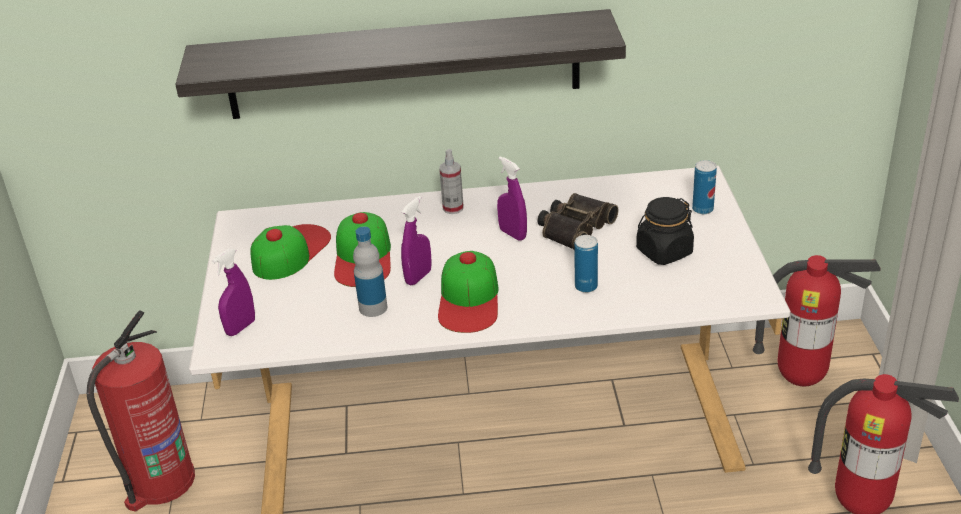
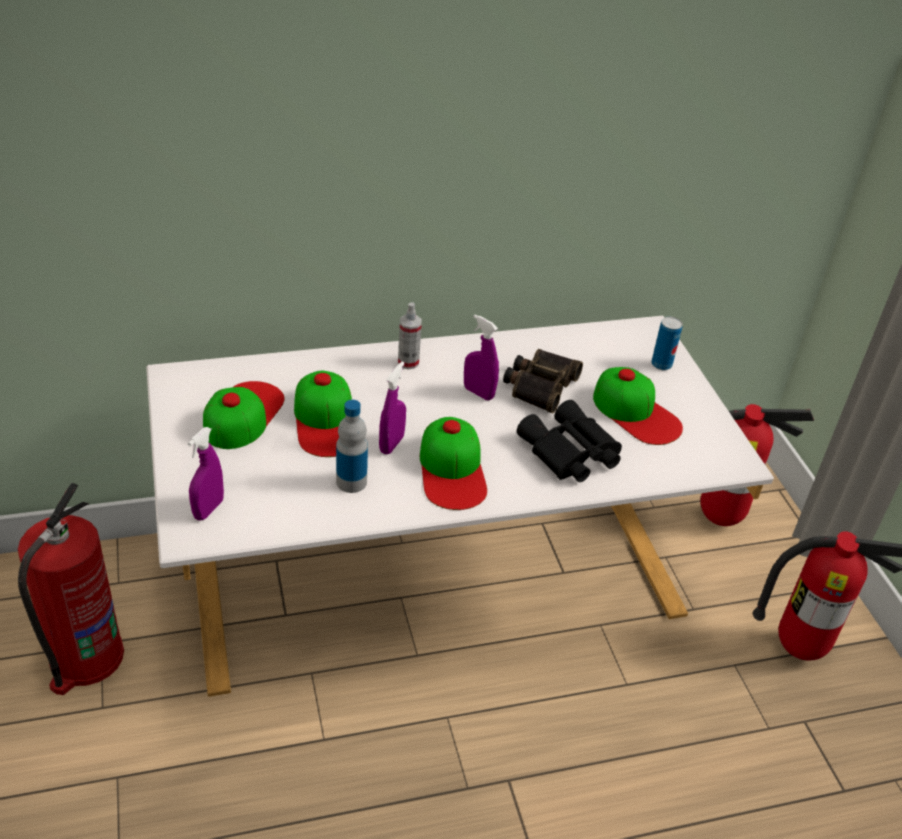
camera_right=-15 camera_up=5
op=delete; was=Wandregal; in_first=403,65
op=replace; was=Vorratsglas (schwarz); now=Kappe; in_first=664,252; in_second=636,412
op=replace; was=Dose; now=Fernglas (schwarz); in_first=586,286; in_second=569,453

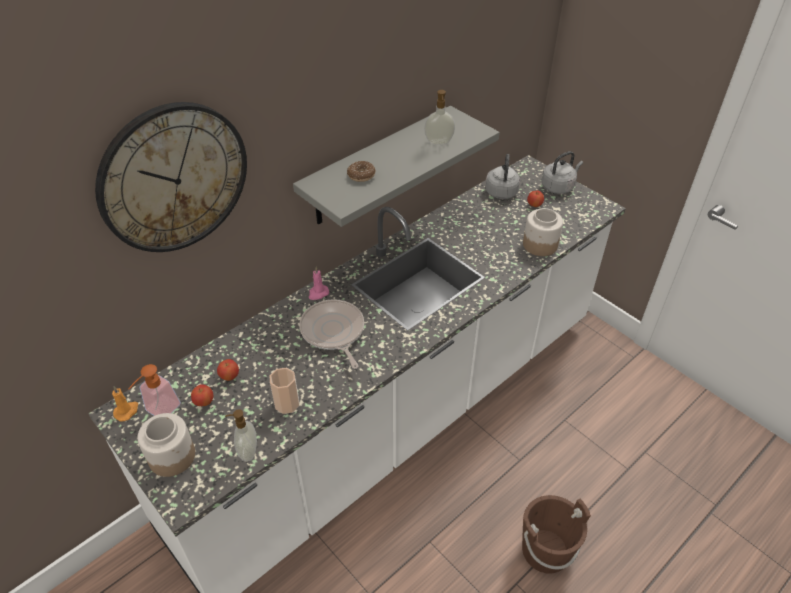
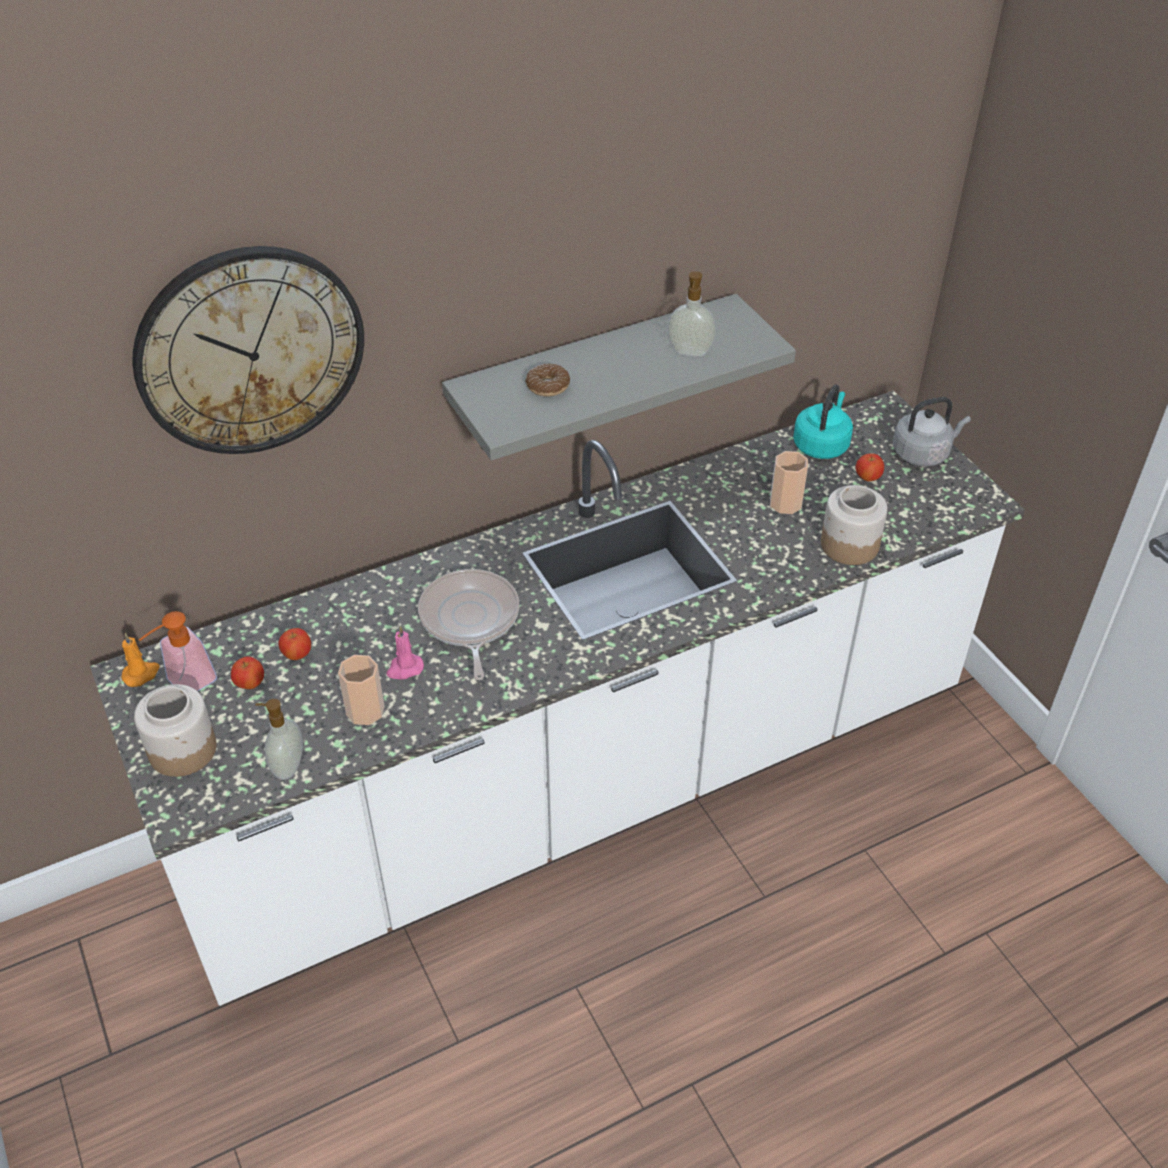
camera_right=15 camera_up=0
op=recolor; was=Wasserkessel (grau); now=Wasserkessel (türkis); in_first=501,191; in_second=821,444
op=move; was=Kerze (rosa); in_first=318,293; in_second=404,669
op=delete; was=Eimer (braun); in_first=545,550
op=insert; now=Tasse; in_second=785,503

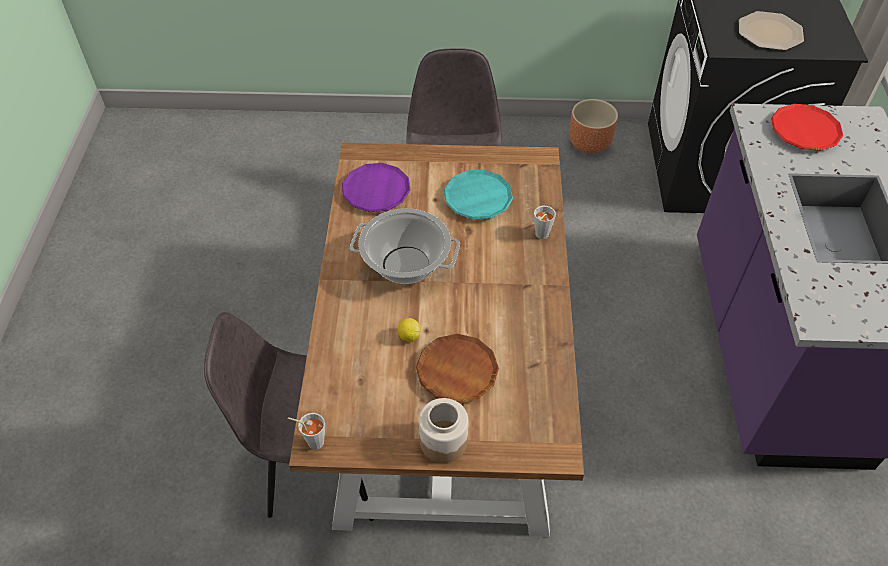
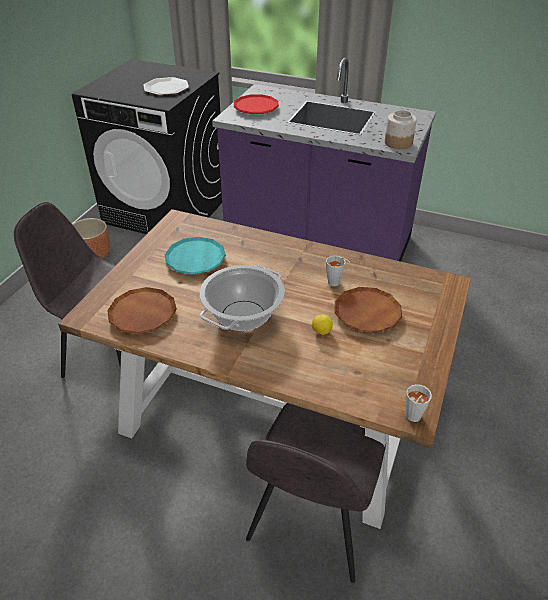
camera_right=-70 camera_up=-10
op=recolor; was=Teller (lila); now=Teller (braun); in_first=376,191; in_second=143,314
op=move; was=Tasse (grau); in_first=540,236; in_second=335,284
op=move; was=Vorratsglas; in_first=443,441; in_second=398,143

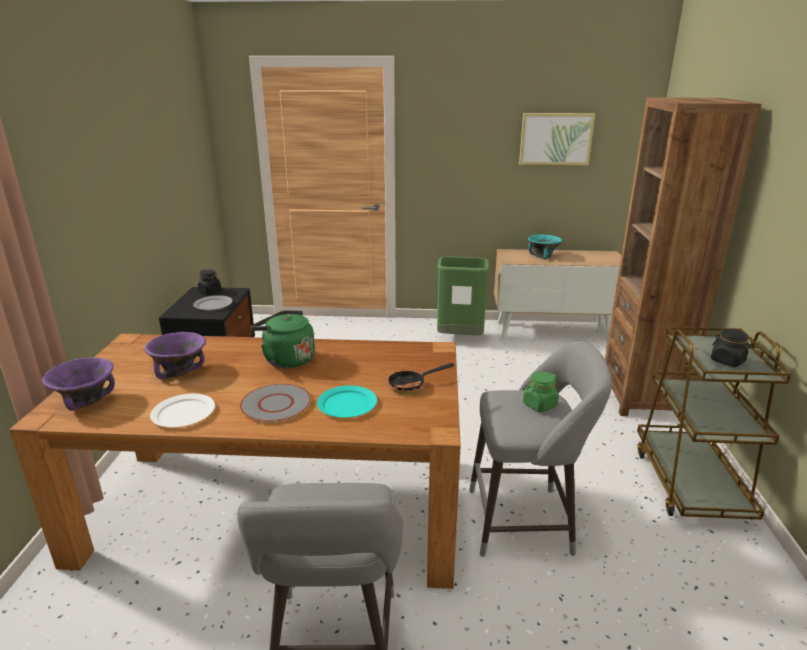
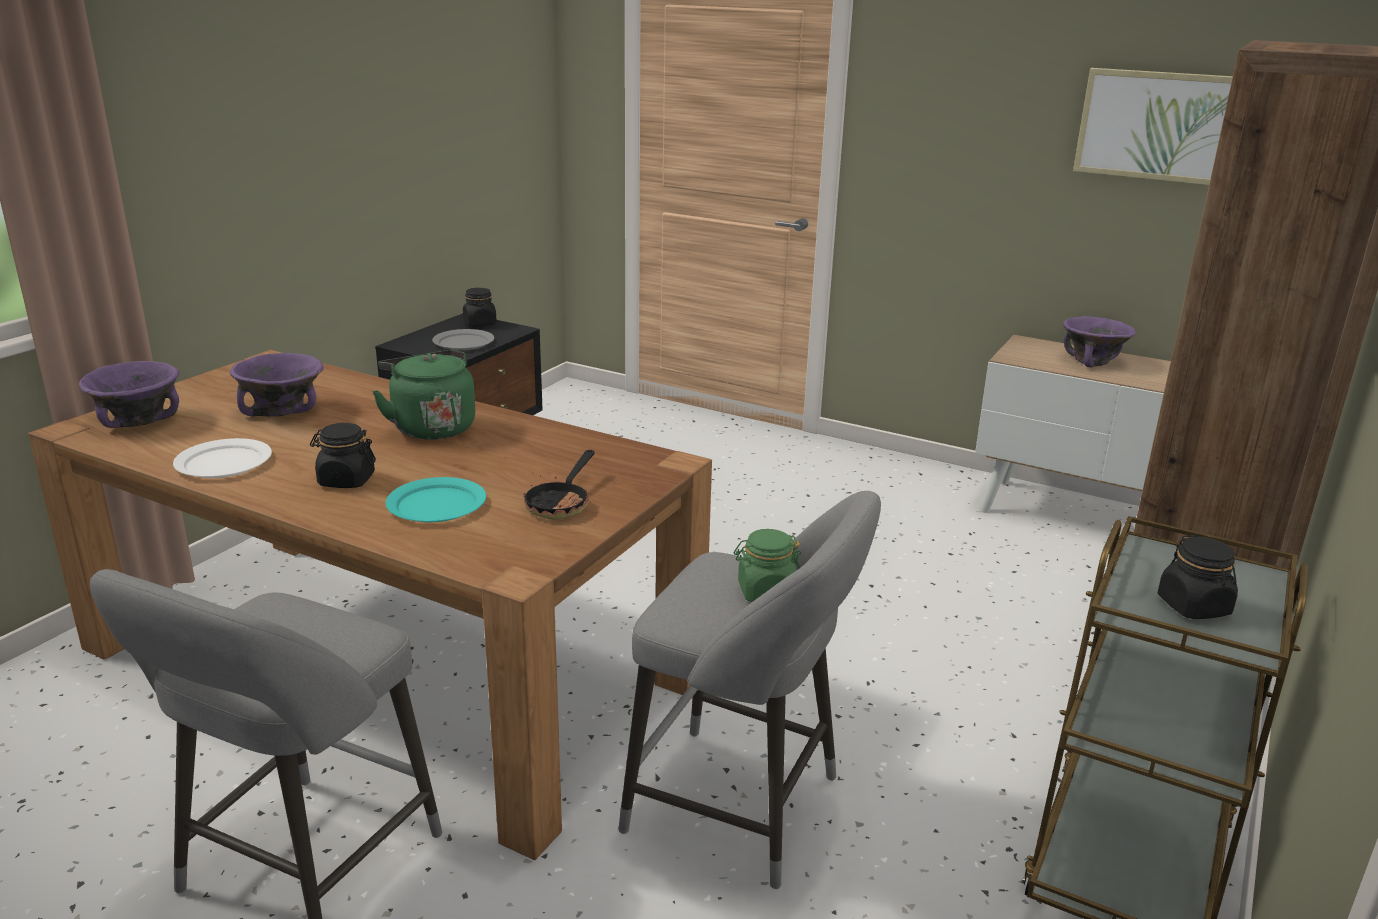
camera_right=25 camera_up=0
op=recolor; was=Schüssel (türkis); now=Schüssel (lila); in_first=543,256; in_second=1092,361
op=delete; was=Mülleimer (grün); in_first=460,338
op=rotate; was=Pfanne; in_first=412,385; in_second=561,503; clockwise=-75
op=replace; was=Teller (grau); now=Vorratsglas (schwarz); in_first=276,404; in_second=346,480

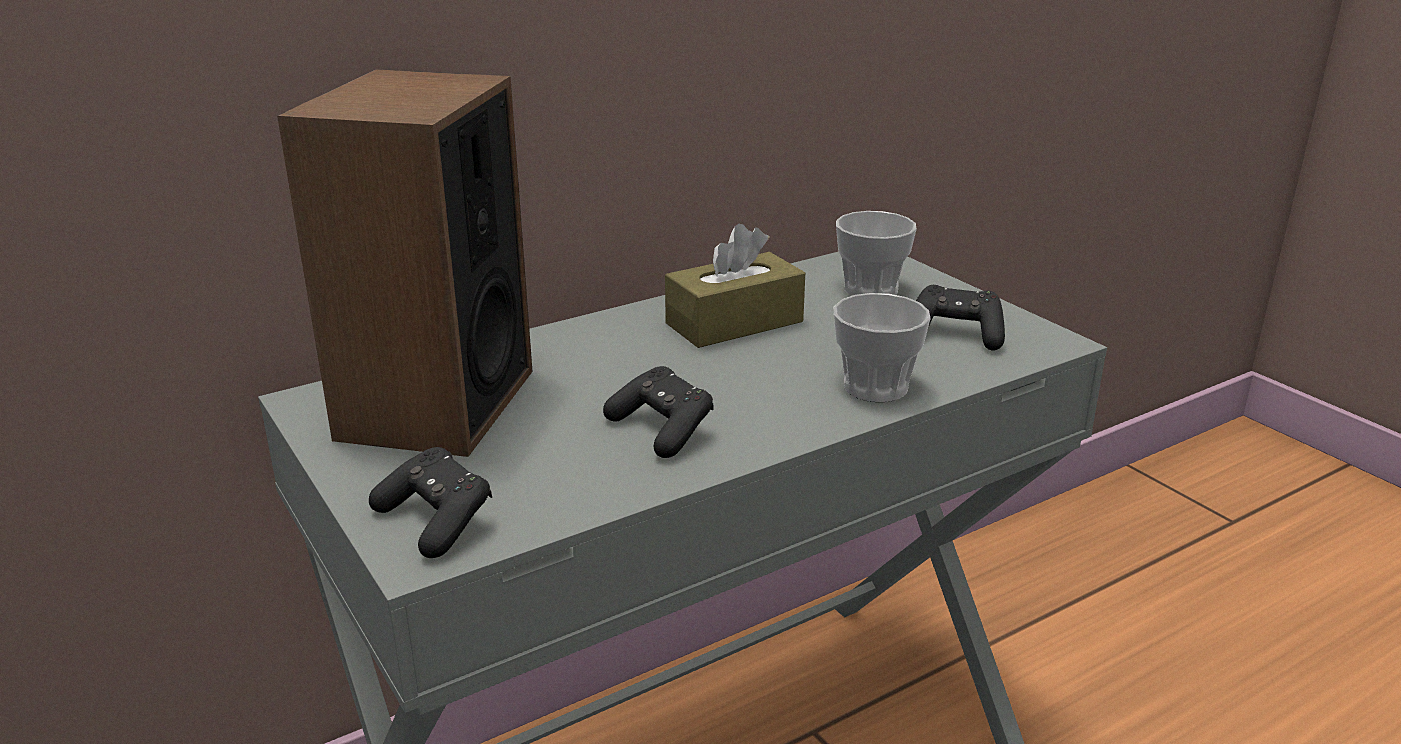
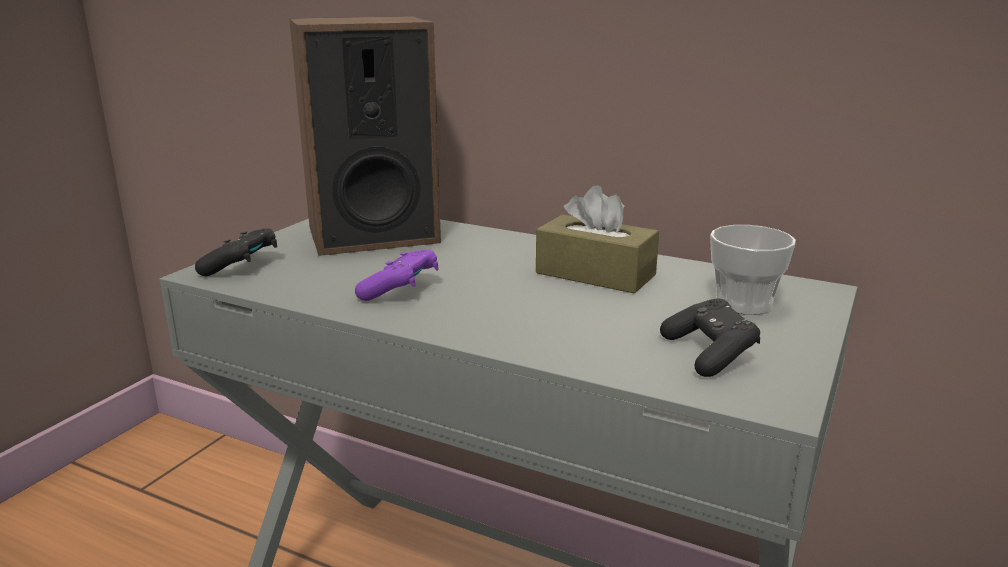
camera_right=60 camera_up=-5
op=delete; was=Tasse; in_first=875,387
op=recolor; was=Gamepad (schwarz); now=Gamepad (lila); in_first=662,429; in_second=401,290

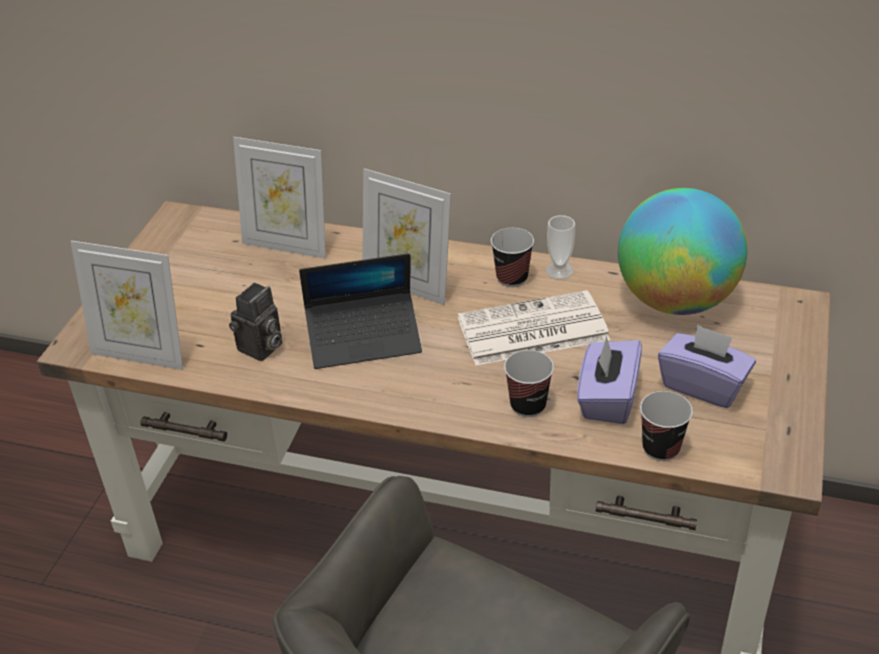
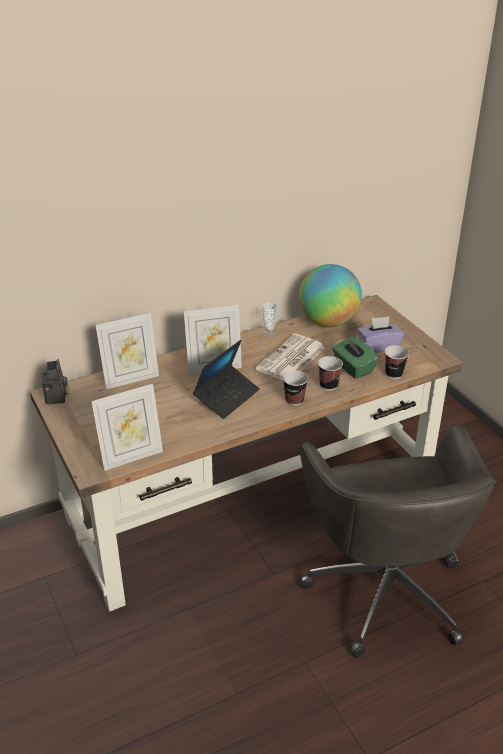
camera_right=-45 camera_up=-5
op=move; was=Tasse; in_first=512,278; in_second=294,400
op=move; was=Kamera; in_first=260,349; in_second=57,398
op=recolor; was=Taschentuchbox (lila); now=Taschentuchbox (grün); in_first=607,399; in_second=353,368

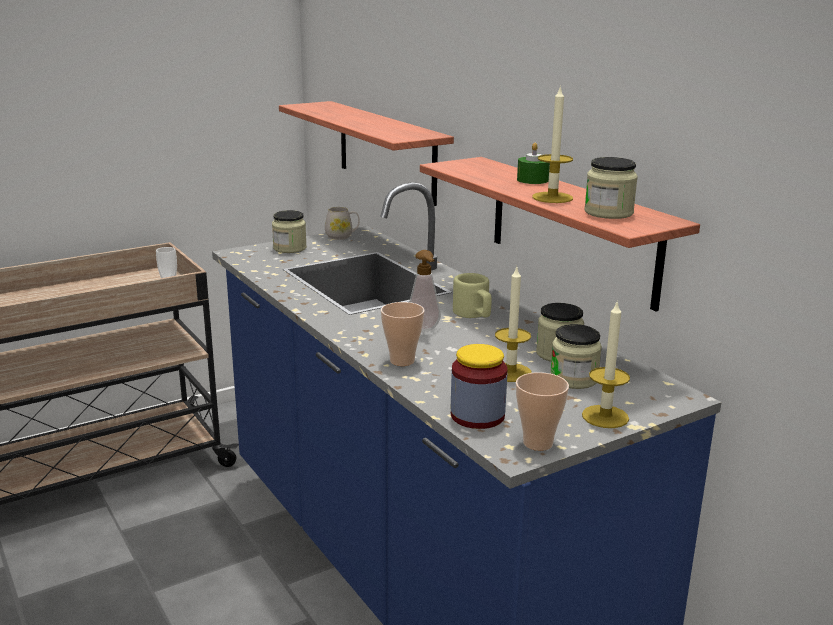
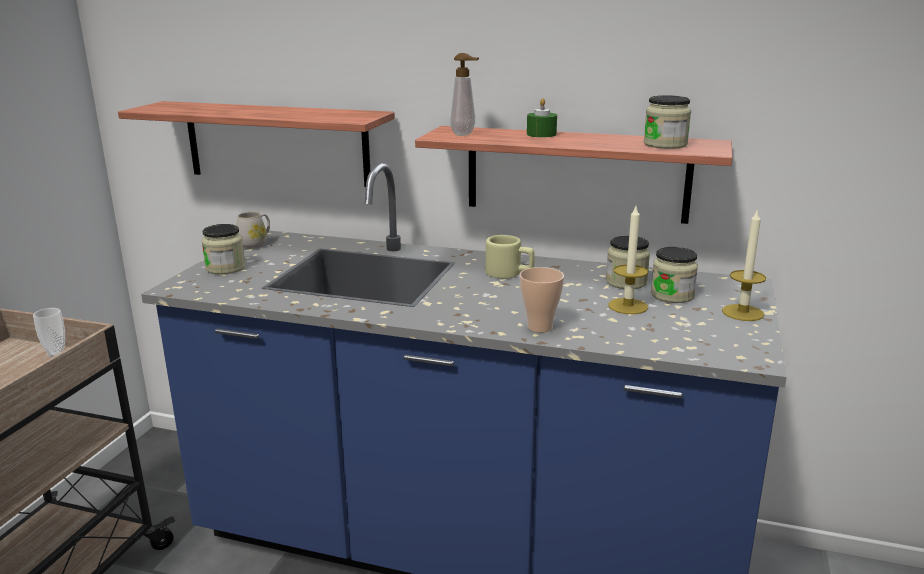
camera_right=-40 camera_up=0
op=delete; was=Kerze; in_first=552,197
op=move; was=Seifenspender; in_first=424,330; in_second=465,134
op=delete; was=Vorratsglas; in_first=477,416
op=delete; was=Tasse; in_first=538,443

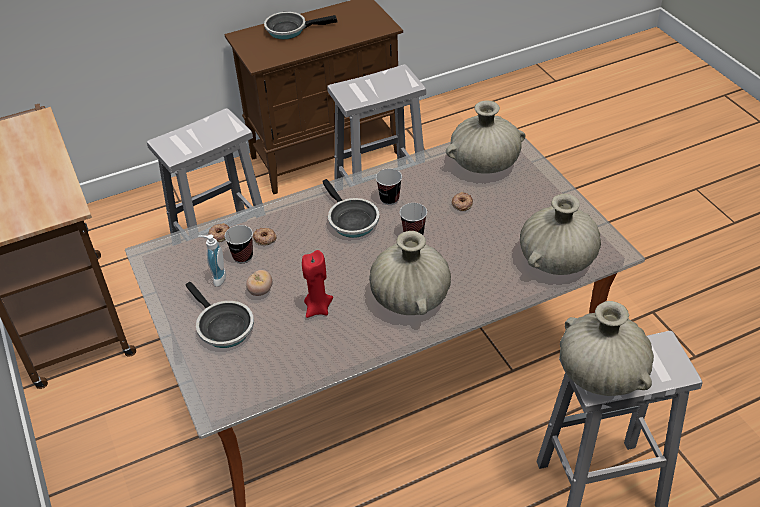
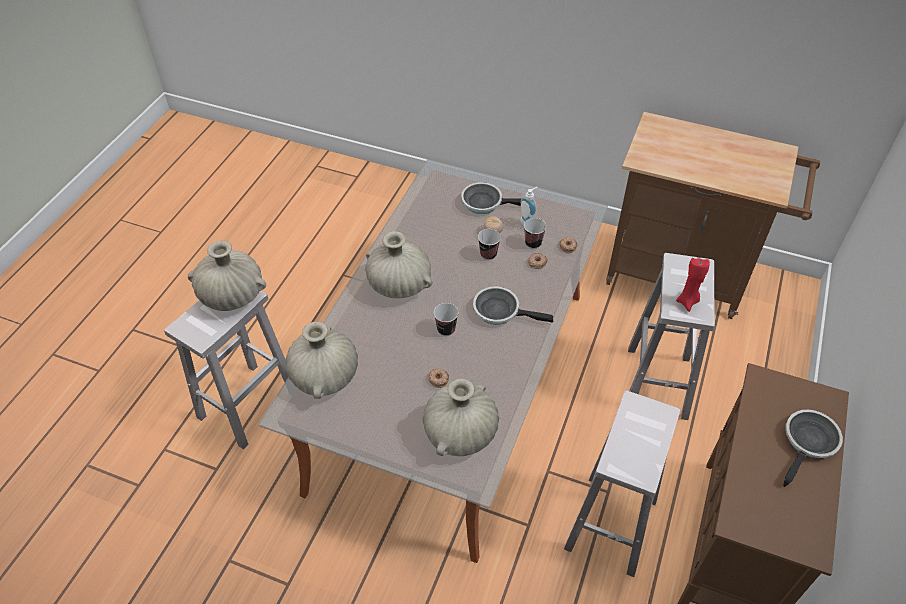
camera_right=135 camera_up=5
op=move; was=Tasse; in_first=389,199; in_second=488,254
op=move; was=Kerze (rot); in_first=318,308; in_second=687,302

